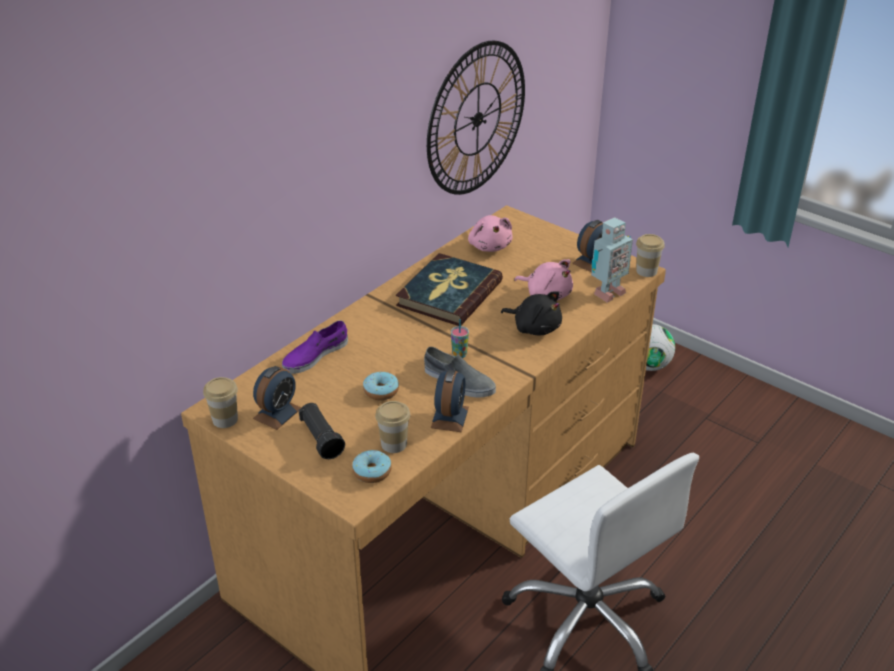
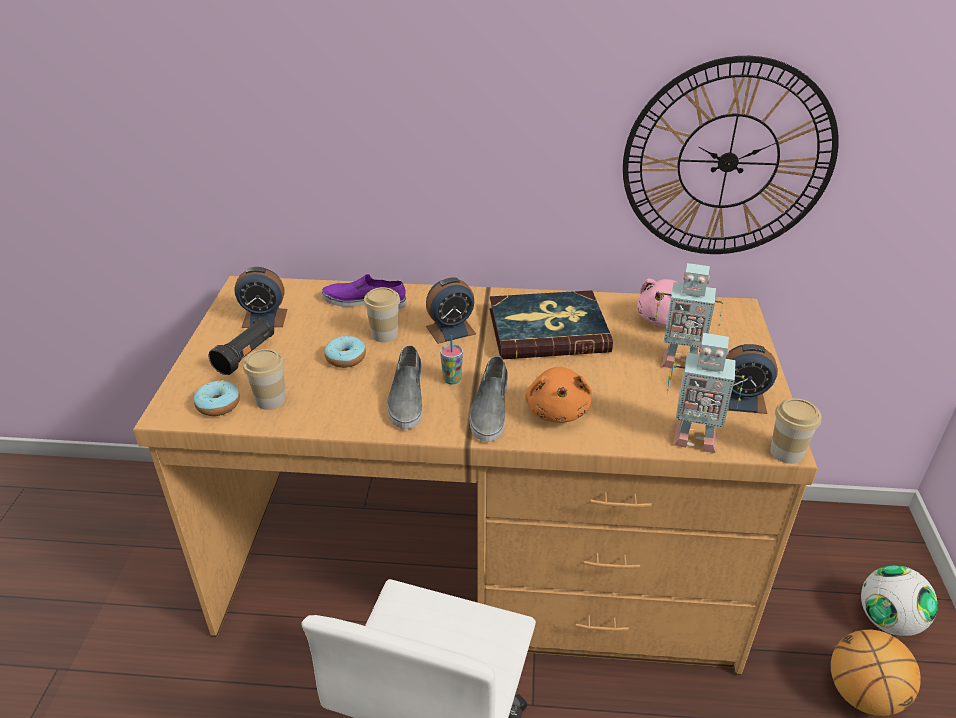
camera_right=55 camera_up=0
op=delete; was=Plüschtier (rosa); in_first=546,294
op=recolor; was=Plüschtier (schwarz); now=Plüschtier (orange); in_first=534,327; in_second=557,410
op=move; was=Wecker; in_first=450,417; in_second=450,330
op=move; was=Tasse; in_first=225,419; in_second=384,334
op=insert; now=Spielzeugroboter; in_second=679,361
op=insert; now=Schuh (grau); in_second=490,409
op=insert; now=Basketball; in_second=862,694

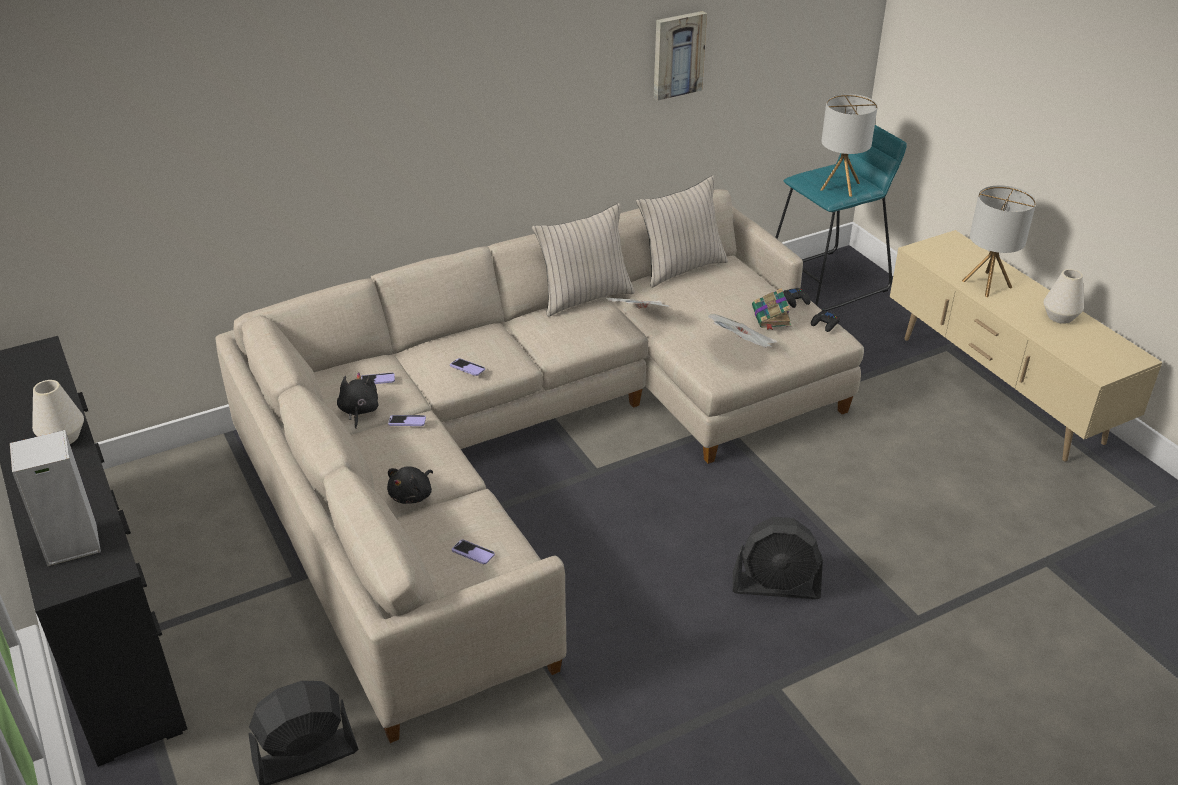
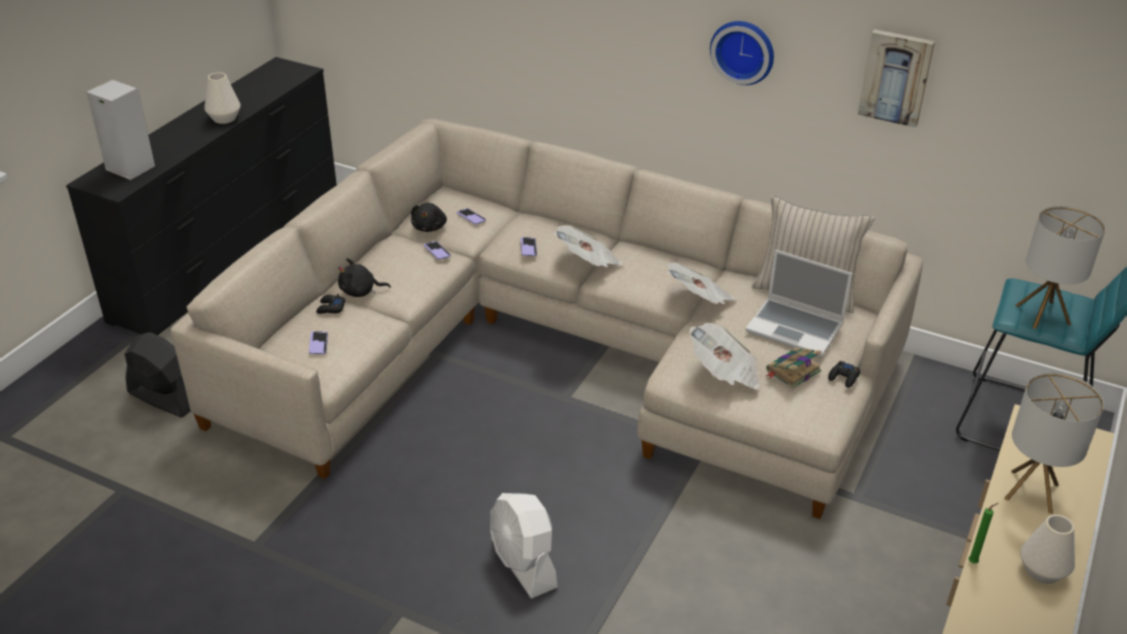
camera_right=55 camera_up=0
op=delete; was=Kissen (beige); in_first=584,297
op=move; was=Gamepad (schwarz); in_first=825,324; in_second=330,308
op=rotate; was=Plüschtier (schwarz); in_first=358,411; in_second=429,227; clockwise=135
op=recolor; was=Ventilator (schwarz); now=Ventilator (weiß); in_first=776,586; in_second=523,564
op=insert; now=Wanduhr; in_second=743,51
op=insert; now=Zeitung; in_second=588,262
op=insert; now=Laptop; in_second=796,328
op=insert; now=Kerze (grün); in_second=974,562

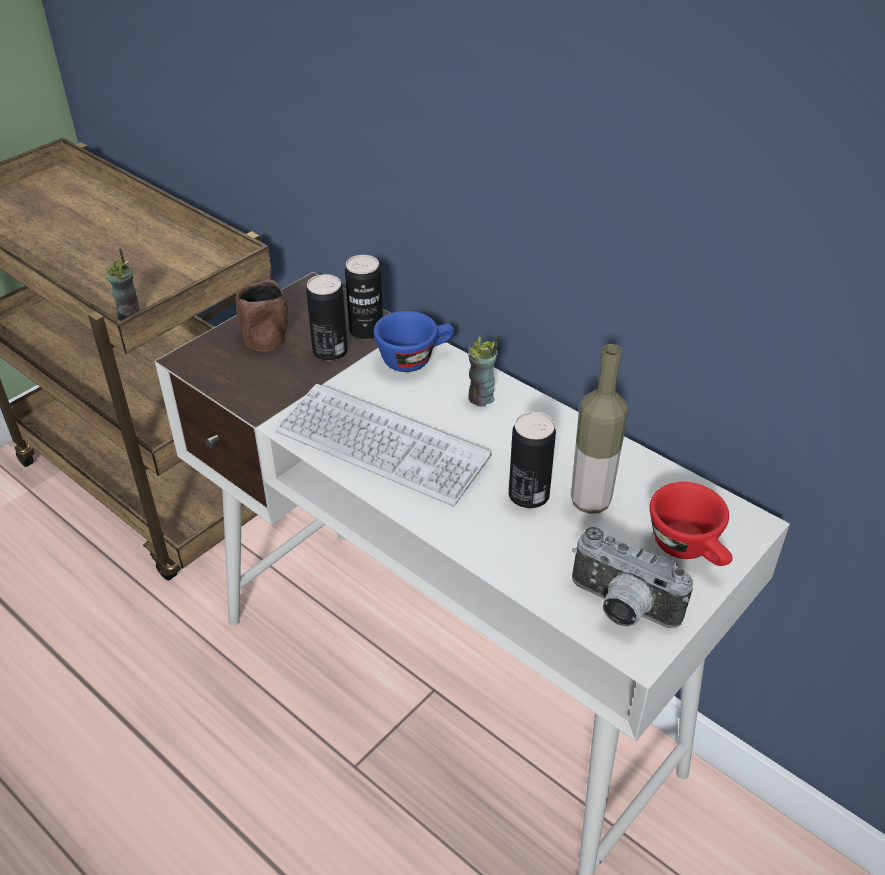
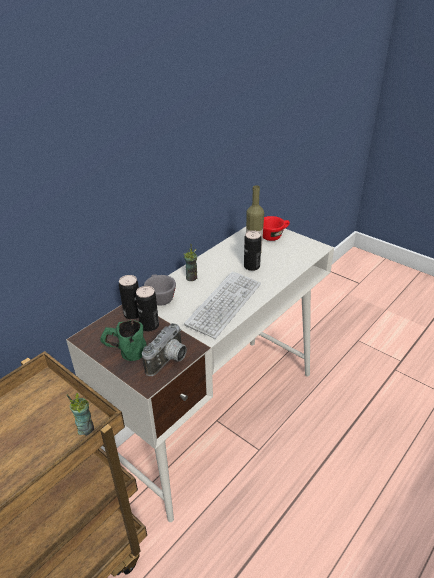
camera_right=-90 camera_up=-5
op=recolor; was=Henkelbecher (braun); now=Henkelbecher (grün); in_first=266,330; in_second=125,352
op=recolor; was=Tasse (blau); now=Tasse (grau); in_first=415,358; in_second=159,297
op=move; was=Kamera; in_first=620,608; in_second=169,361

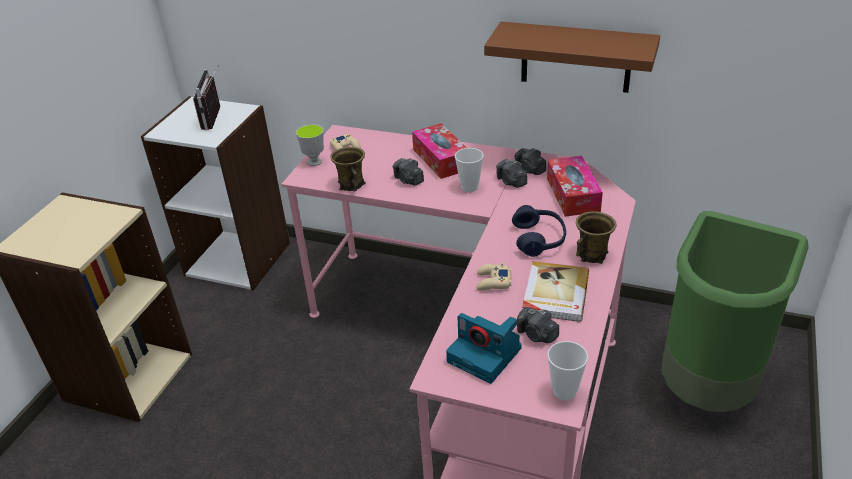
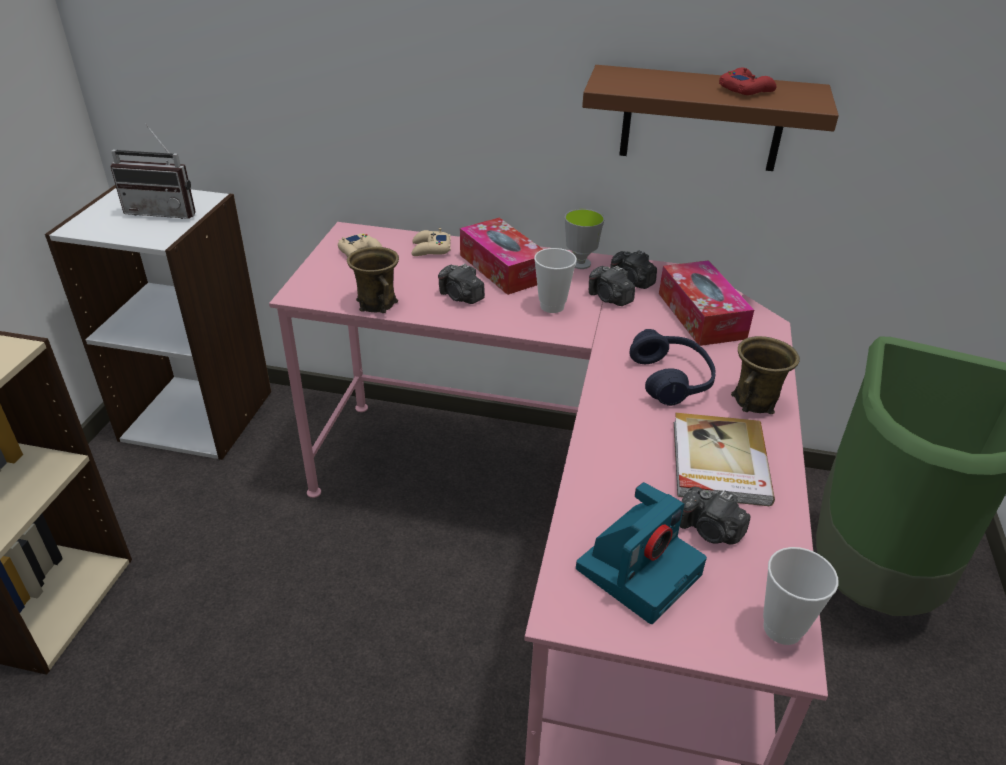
camera_right=-10 camera_up=0
op=rotate; was=Radio; in_first=217,119; in_second=165,211; clockwise=-75
op=move; was=Tasse; in_first=314,162; in_second=580,264
op=move; was=Gamepad (beige); in_first=493,282; in_second=430,249
op=rotate; was=Kamera; in_first=486,355; in_second=639,569; clockwise=-75
op=insert; now=Gamepad (rot); in_second=745,90

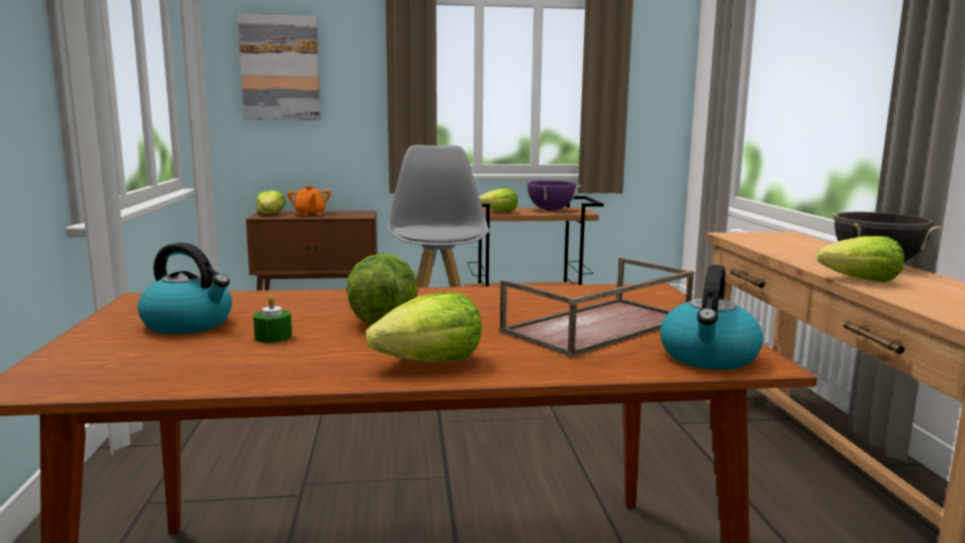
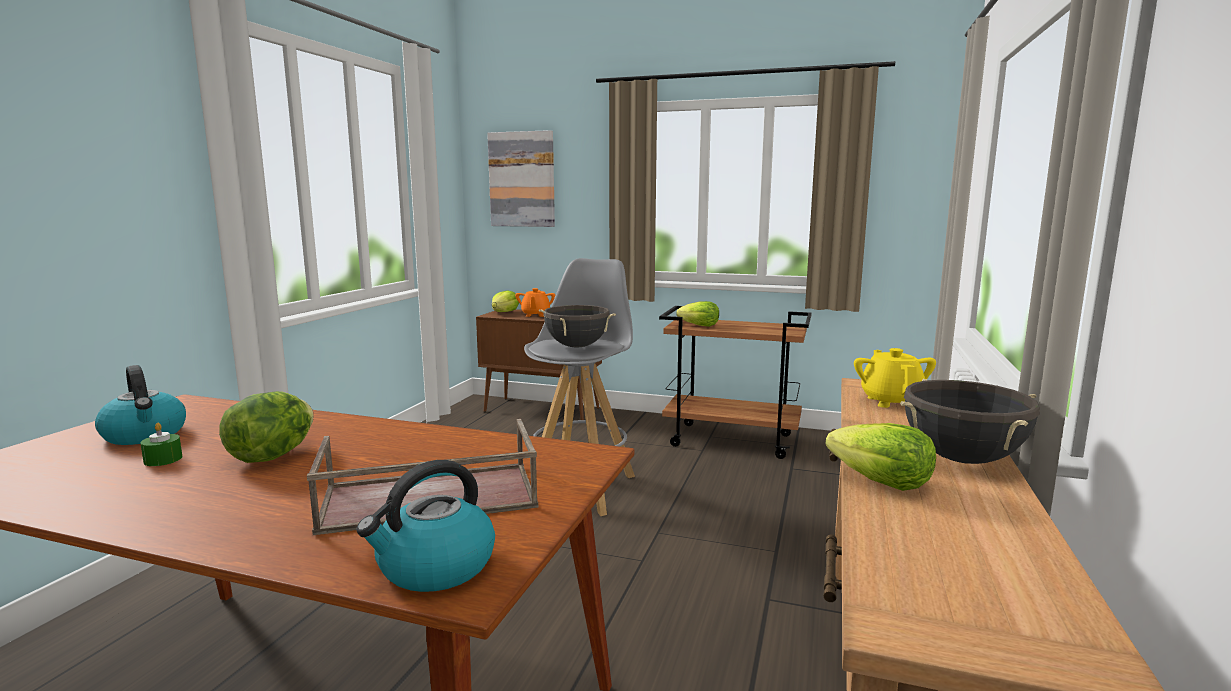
camera_right=25 camera_up=0
op=delete; was=Kochtopf (lila); in_first=550,210
op=delete; was=Salatkopf; in_first=430,362
op=insert; now=Kochtopf (schwarz); in_second=576,346
op=insert; now=Teekanne (gelb); in_second=891,401

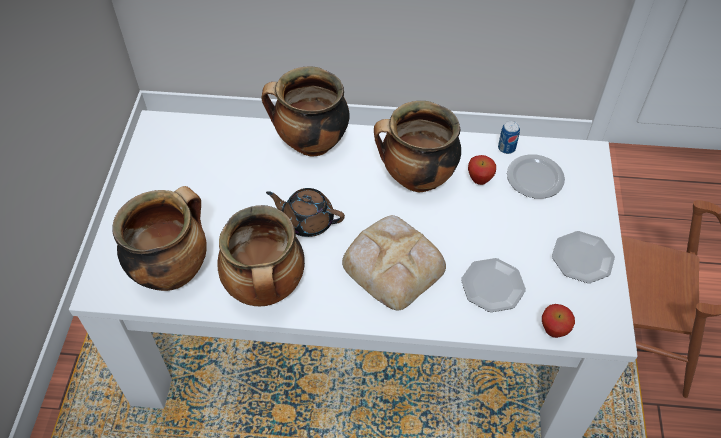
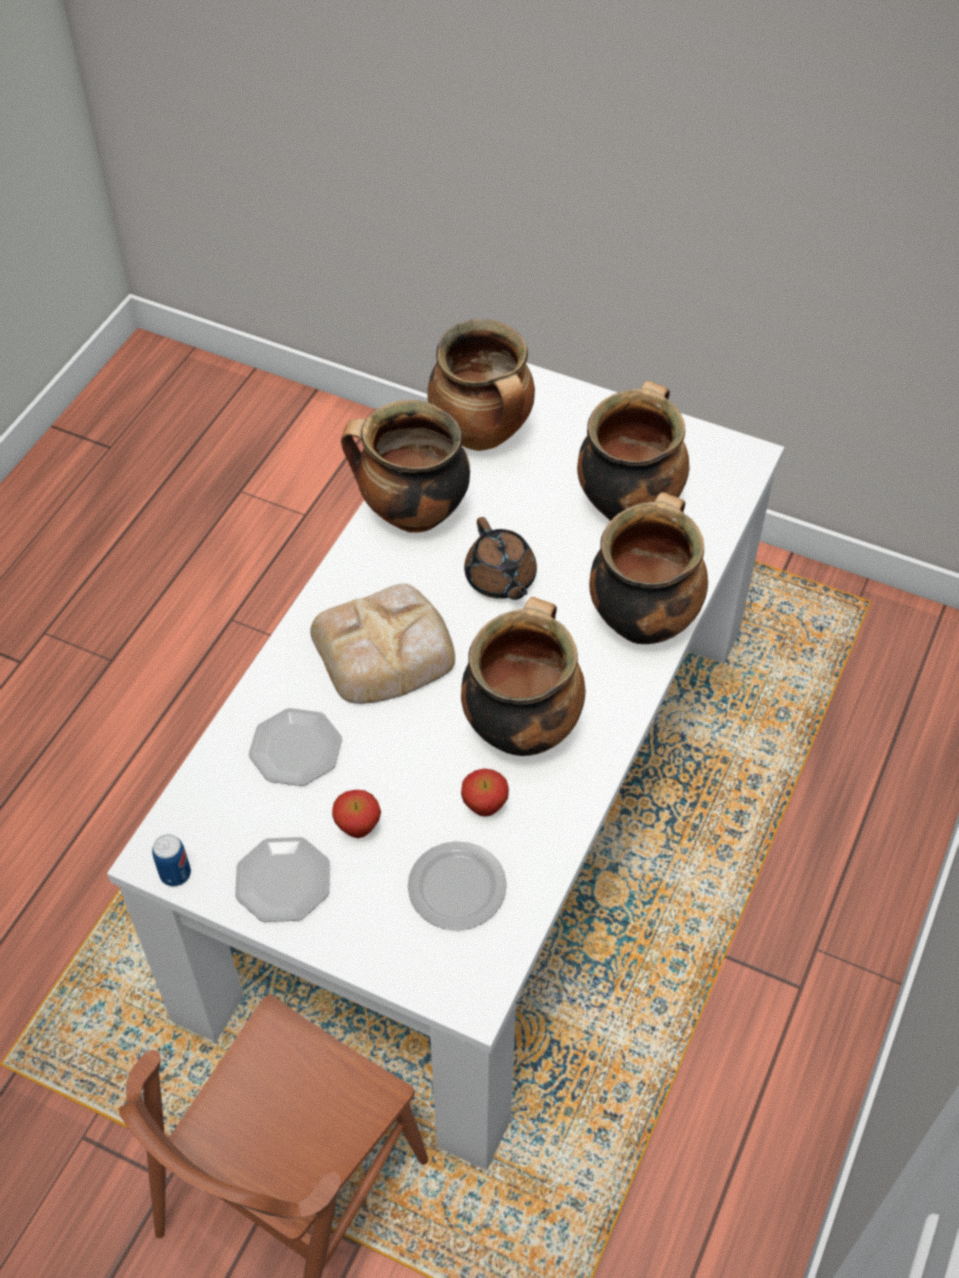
camera_right=110 camera_up=0
op=move; was=Dose; in_first=506,148; in_second=175,873
op=rotate; was=Teekanne (braun); in_first=307,221; in_second=500,579; clockwise=120
op=move; was=Apfel; in_first=553,331; in_second=358,829
op=insert; now=Kochtopf; in_second=628,504

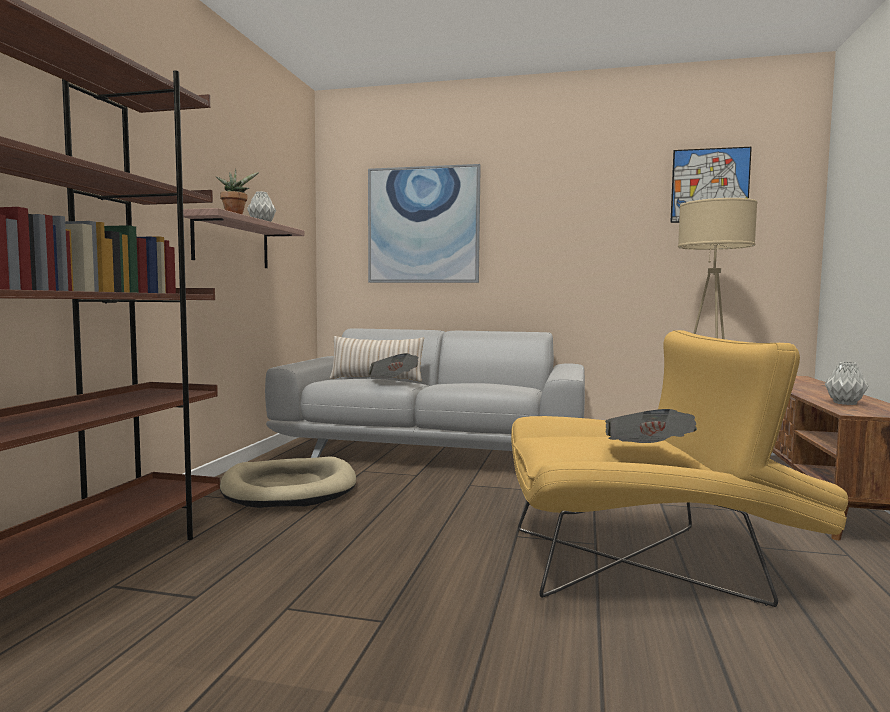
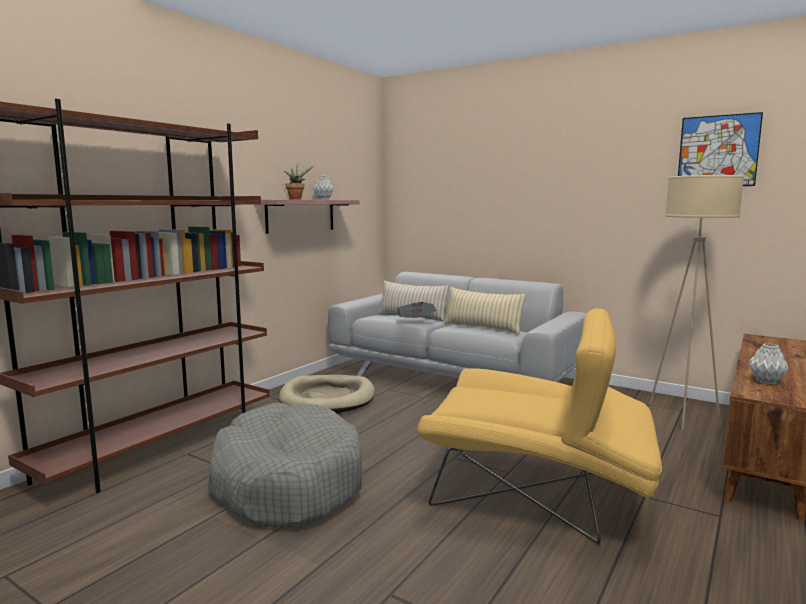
camera_right=20 camera_up=5
op=delete; was=Bild; in_first=423,225
op=delete; was=Zeitung; in_first=648,453
op=insert; now=Kissen (beige); in_second=482,328
op=insert; now=Hundebett (grau); in_second=287,483

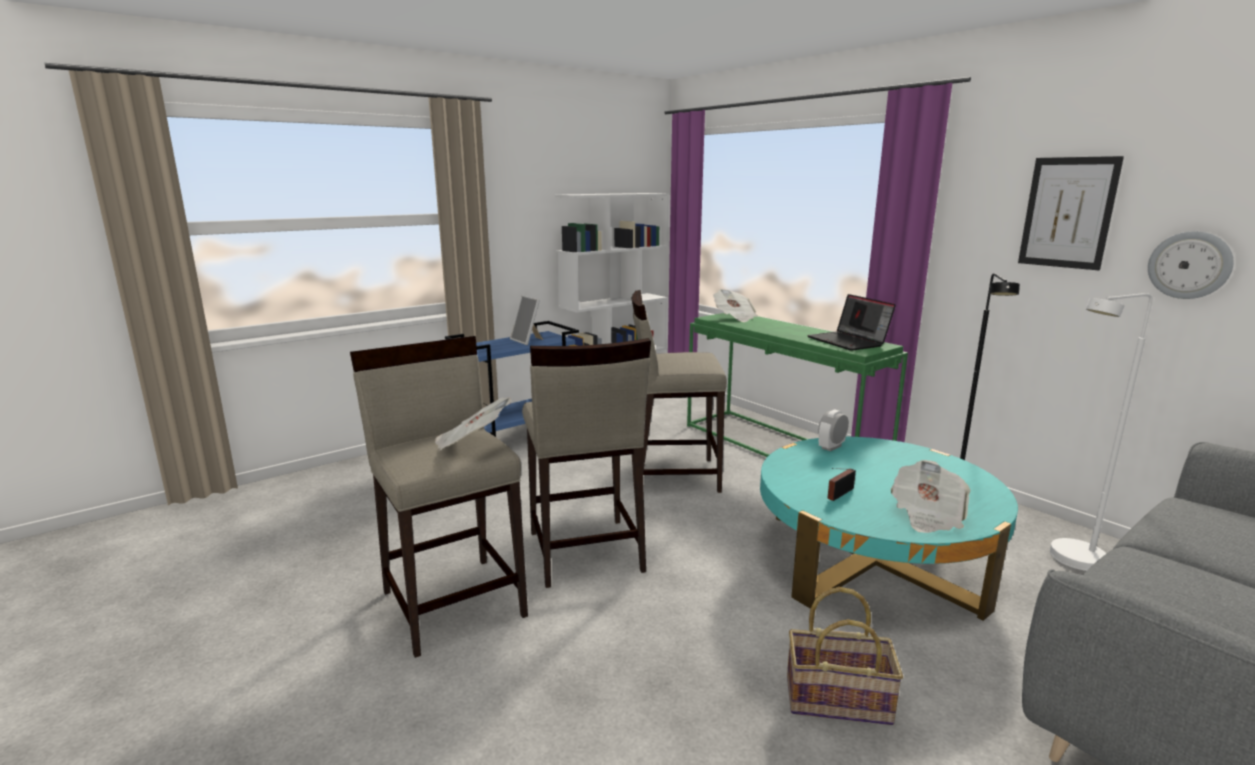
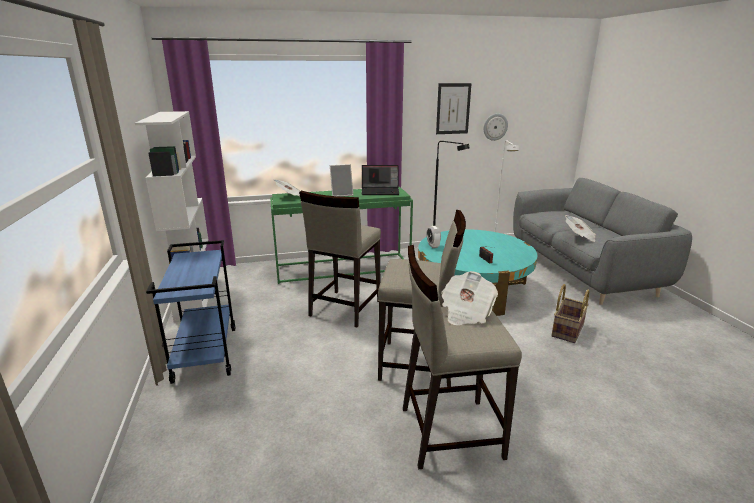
camera_right=-65 camera_up=5
op=move; was=Bilderrahmen; in_first=527,341; in_second=342,194
op=move; was=Zeitung; in_first=927,515; in_second=579,236

